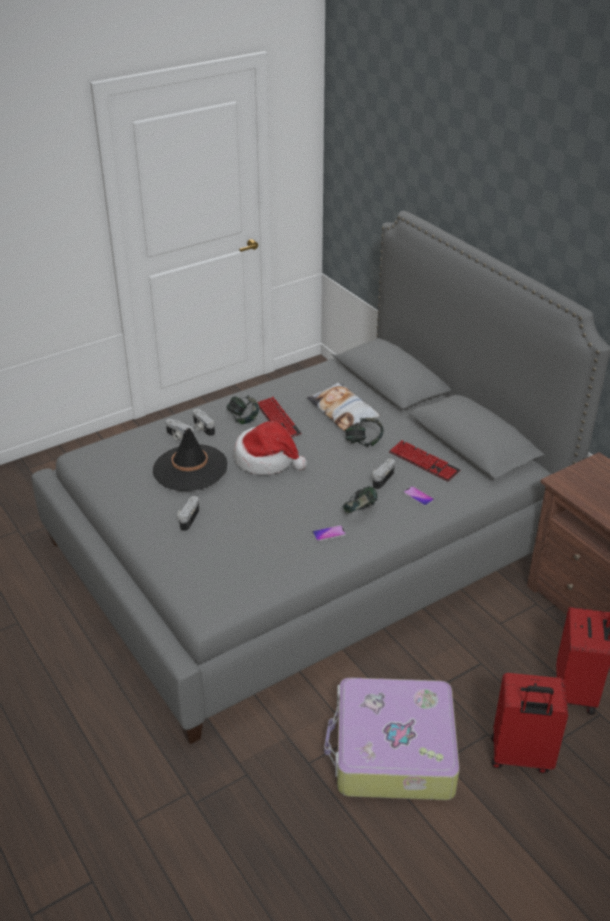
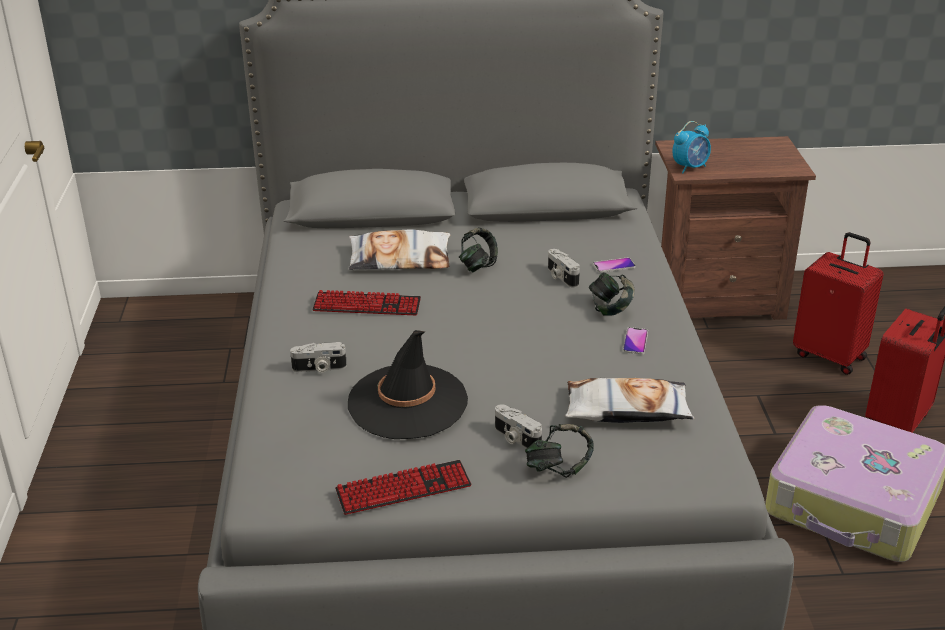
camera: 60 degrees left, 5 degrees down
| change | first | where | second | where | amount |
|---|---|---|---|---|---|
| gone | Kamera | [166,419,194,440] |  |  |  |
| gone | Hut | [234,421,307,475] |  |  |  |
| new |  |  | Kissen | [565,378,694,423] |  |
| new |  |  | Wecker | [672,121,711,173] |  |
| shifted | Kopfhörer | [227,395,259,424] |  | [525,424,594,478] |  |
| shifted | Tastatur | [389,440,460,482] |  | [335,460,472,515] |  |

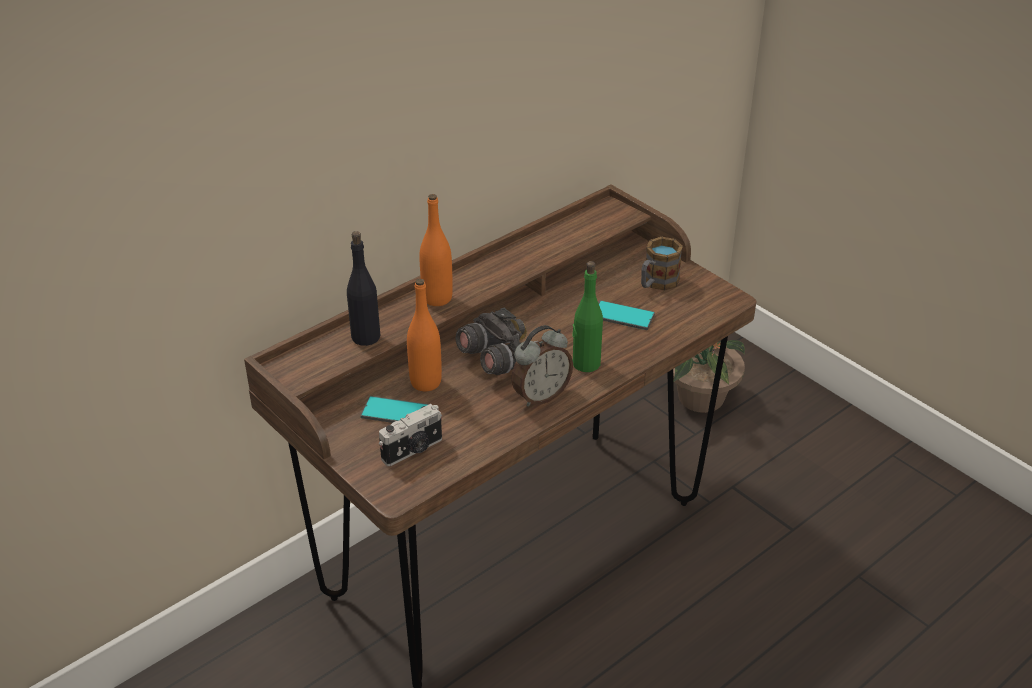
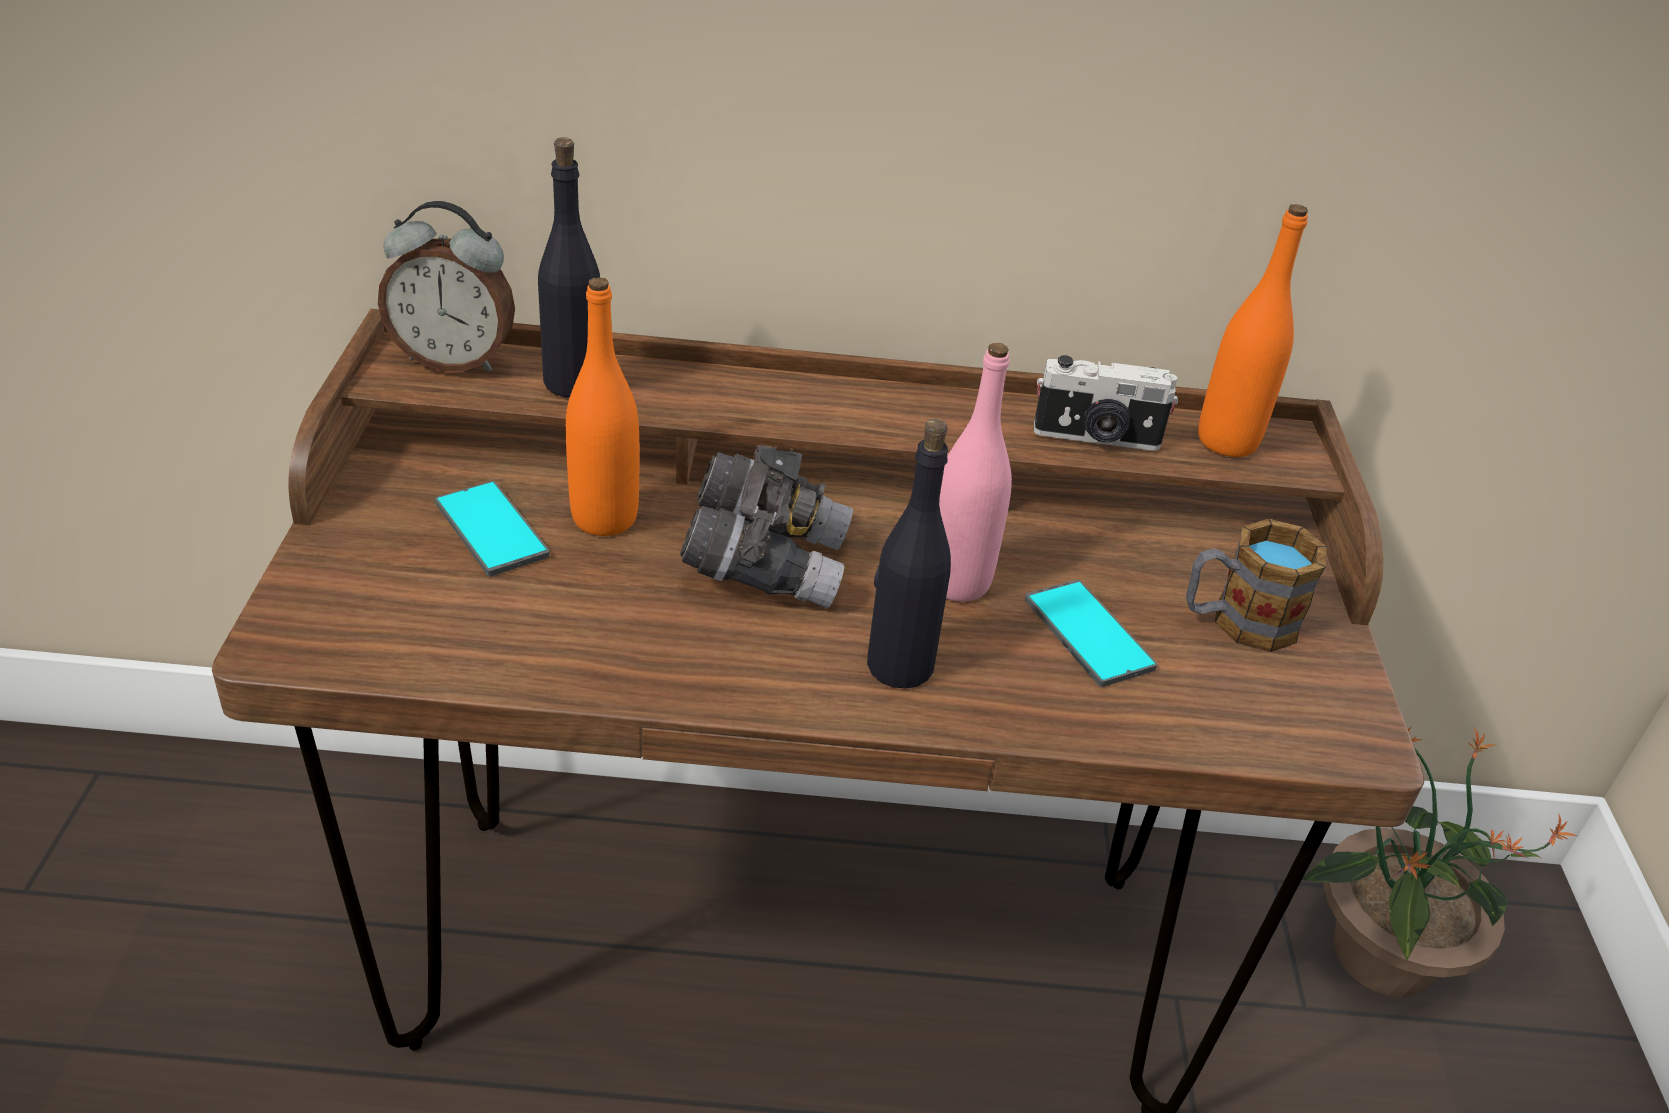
camera: 40 degrees right, 0 degrees up
| change | first | where | second | where | amount |
|---|---|---|---|---|---|
| new |  |  | Flasche (rosa) | [939,343,1012,602] |  |
| shifted | Kamera | [379,404,442,466] |  | [1034,355,1178,451] |  |
| shifted | Flasche (orange) | [419,194,453,306] |  | [1198,204,1308,457] |  |
| shifted | Wecker | [511,325,573,407] |  | [378,201,515,372] |  |
| repainted | Flasche (grün) | [572,261,603,372] | Flasche (schwarz) | [867,418,951,688] |  |

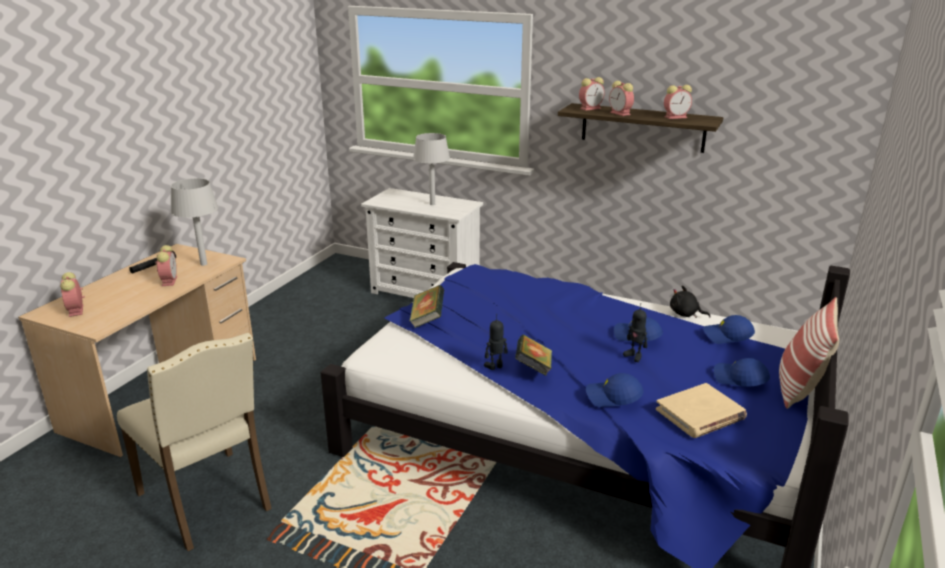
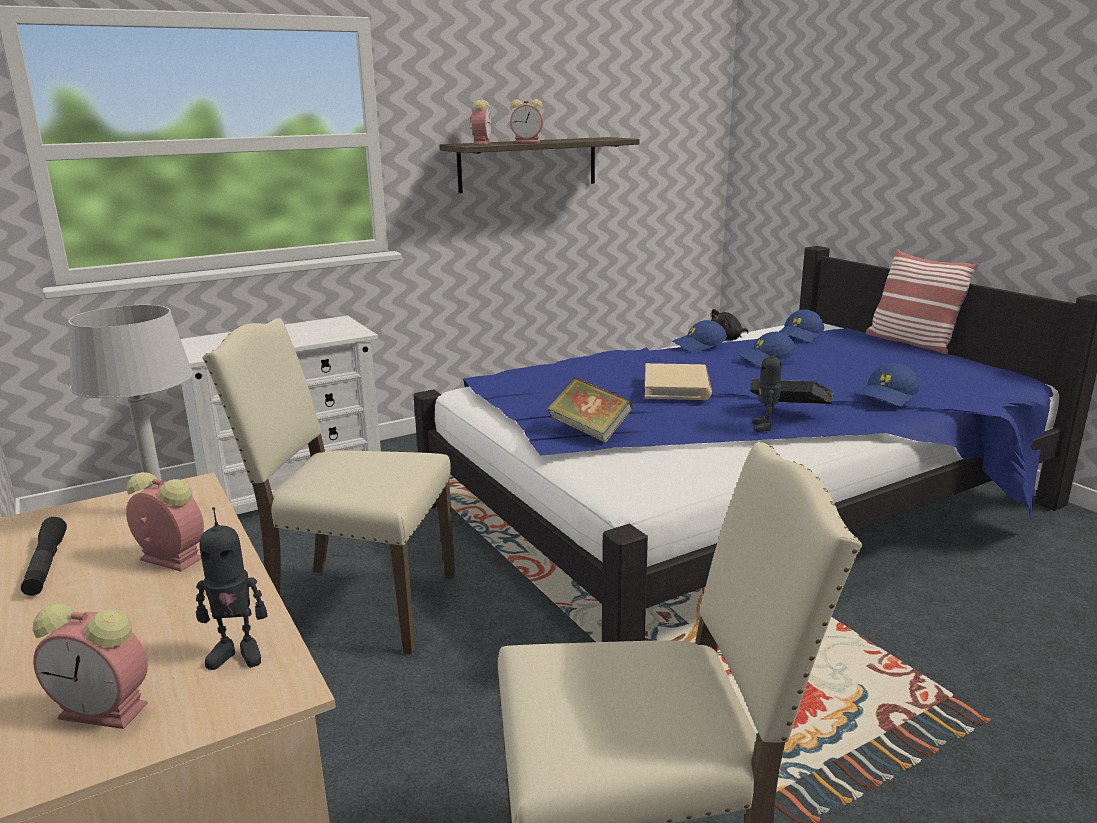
camera: 55 degrees left, 5 degrees down
| change | first | where | second | where | amount |
|---|---|---|---|---|---|
| gone | Tischlampe (grau) | [413,133,450,205] |  |  |  |
| gone | Wecker | [664,85,692,119] |  |  |  |
| new |  |  | Stuhl (beige) | [202,318,455,654] |  |
| shifted | Spielzeugroboter | [623,303,647,362] |  | [196,507,268,670] |  |
| shifted | Buch (beige) | [656,383,747,438] |  | [645,363,712,400] |  |
| shifted | Kappe (blau) | [714,358,770,387] |  | [673,320,727,353] |  |

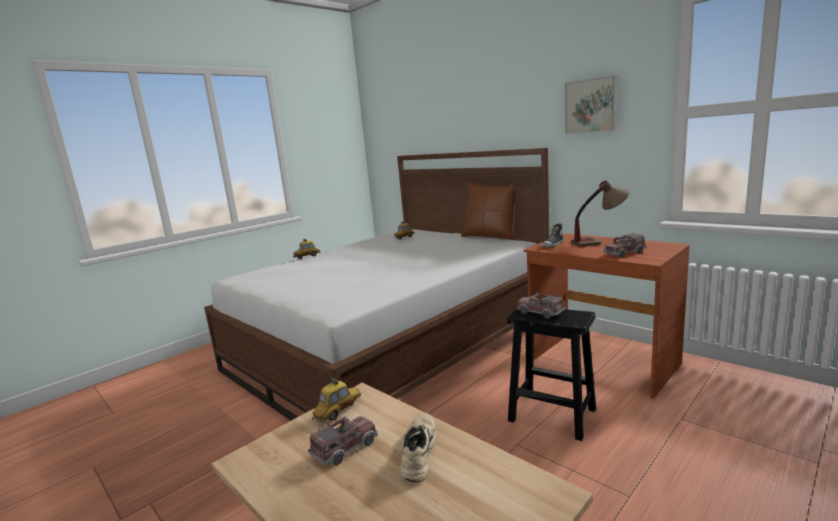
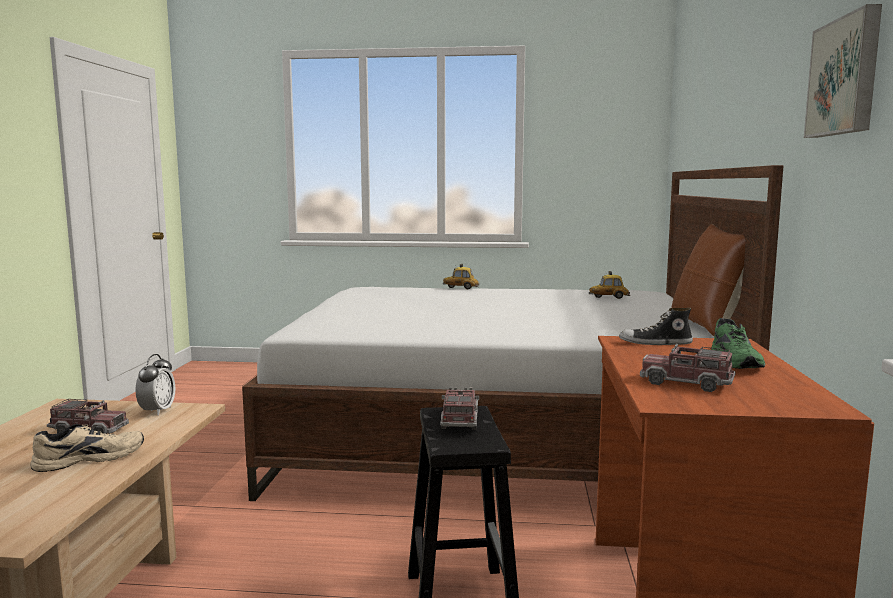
camera: 50 degrees right, 5 degrees down
| change | first | where | second | where | amount |
|---|---|---|---|---|---|
| swapped | Spielzeugauto | [312,376,361,422] | Wecker | [135,354,175,416] |  |
| swapped | Tischlampe | [571,180,629,247] | Schuh (grün) | [711,318,765,369] |  |

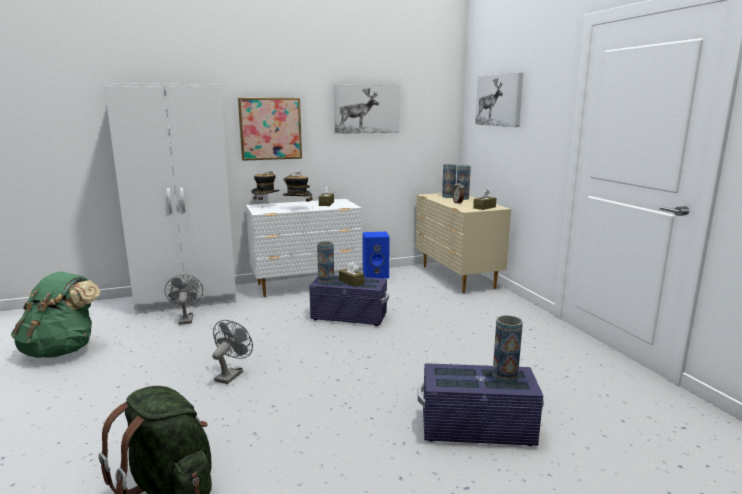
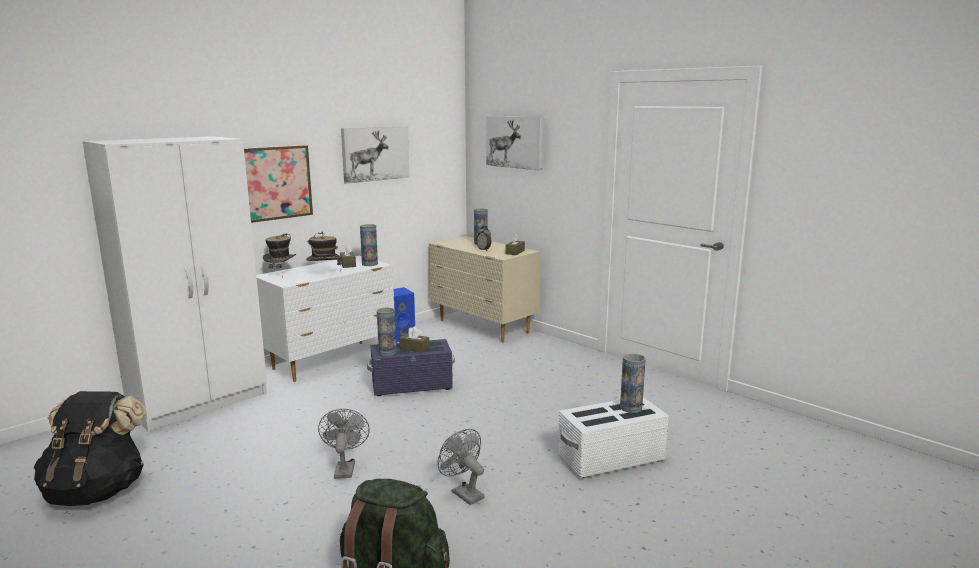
camera: 25 degrees left, 0 degrees up
| change | first | where | second | where | amount |
|---|---|---|---|---|---|
| shifted | Ventilator (grau) | [165,275,203,325] |  | [438,429,484,505] |  |
| shifted | Vase | [442,164,457,198] |  | [360,224,378,266] |  |
| repainted | Rucksack (grün) | [11,271,100,358] | Rucksack (schwarz) | [34,391,147,506] |  |
| repainted | Aufbewahrungsbox (lila) | [418,363,544,446] | Aufbewahrungsbox (weiß) | [558,397,669,478] |  |

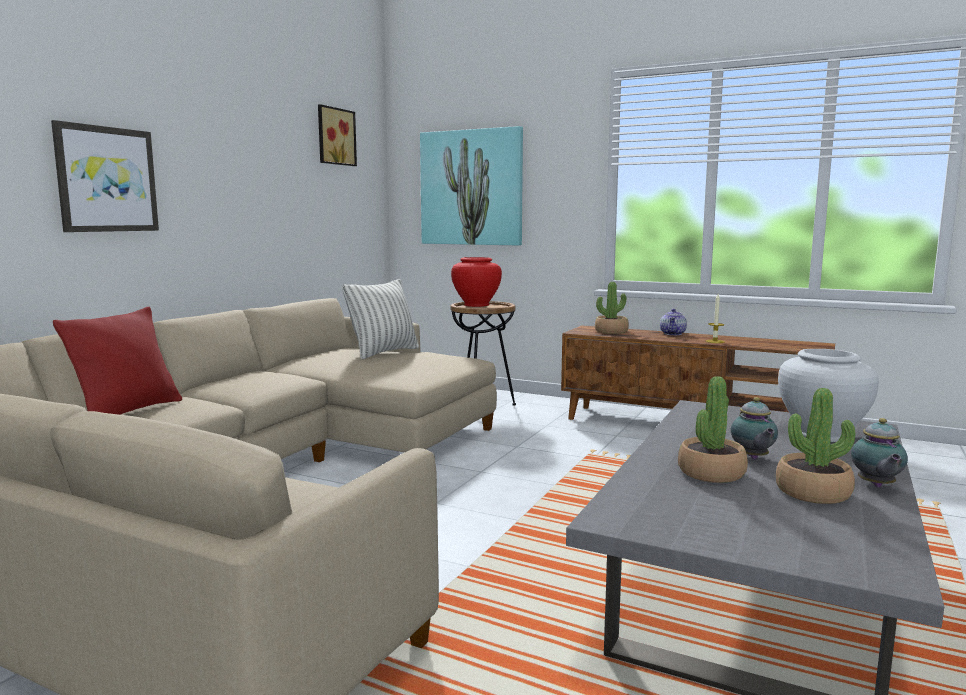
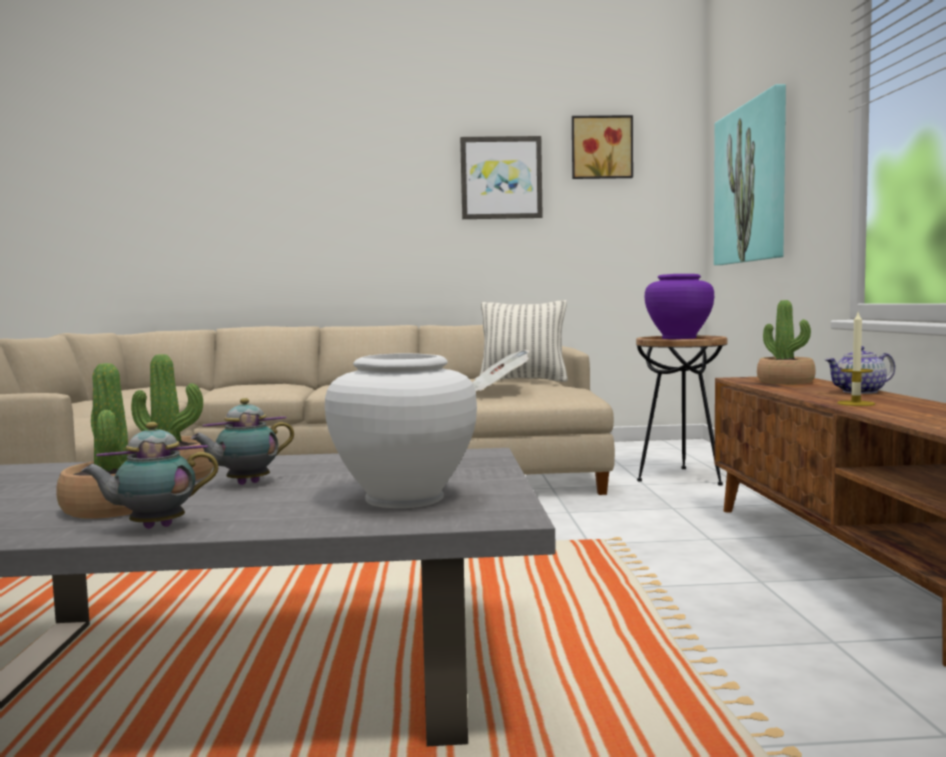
camera: 60 degrees right, 5 degrees down
| change | first | where | second | where | amount |
|---|---|---|---|---|---|
| gone | Kissen (rot) | [53,307,182,415] |  |  |  |
| new |  |  | Zeitung | [472,350,530,391] |  |
| shifted | Bild | [51,120,159,232] |  | [460,136,543,219] |  |
| repainted | Vase (rot) | [451,257,502,307] | Vase (lila) | [645,274,714,339] |  |

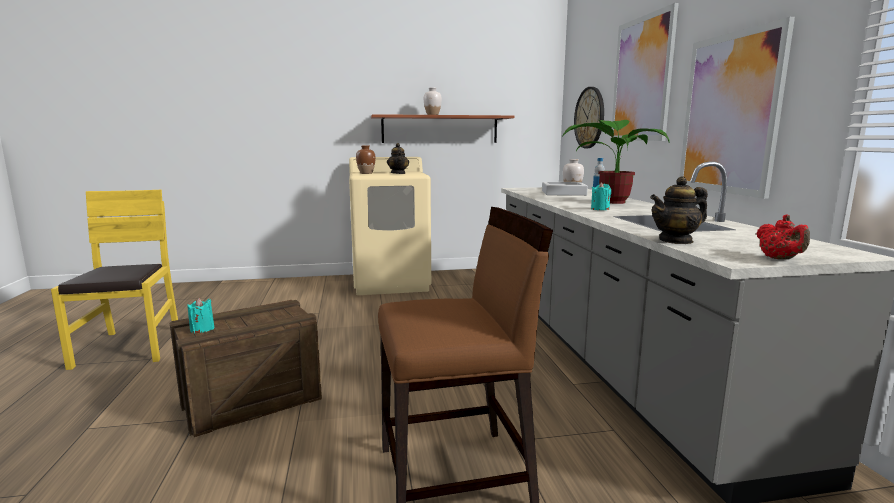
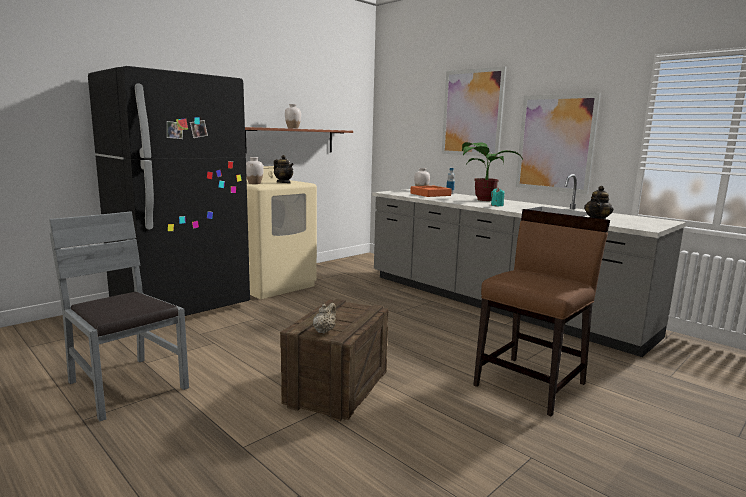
camera: 35 degrees left, 0 degrees up
| change | first | where | second | where | amount |
|---|---|---|---|---|---|
| gone | Wanduhr | [574,87,604,148] |  |  |  |
| gone | Teekanne (rot) | [757,215,810,260] |  |  |  |
| new |  |  | Kühlschrank (schwarz) | [88,66,250,316] |  |
| swapped | Kerze (türkis) | [187,298,214,333] | Teekanne (beige) | [313,303,336,334] |  |
| repainted | Stuhl (gelb) | [51,190,178,370] | Stuhl (grau) | [49,211,189,421] |  |
| repainted | Vase (braun) | [356,146,375,174] | Vase (weiß) | [246,157,264,184] |  |
| repainted | Tablett (grau) | [542,182,588,196] | Tablett (orange) | [410,186,452,197] |  |

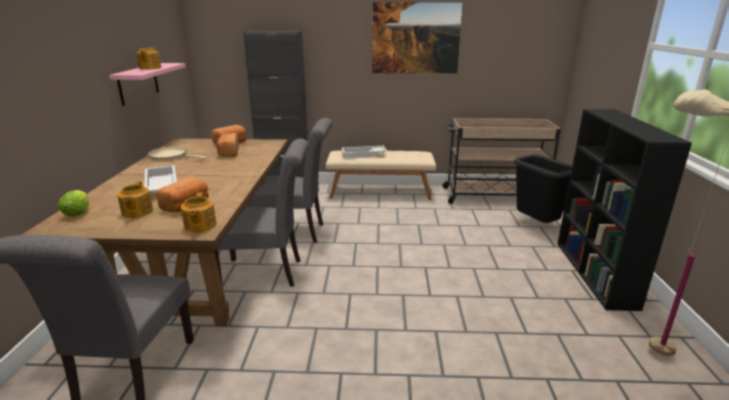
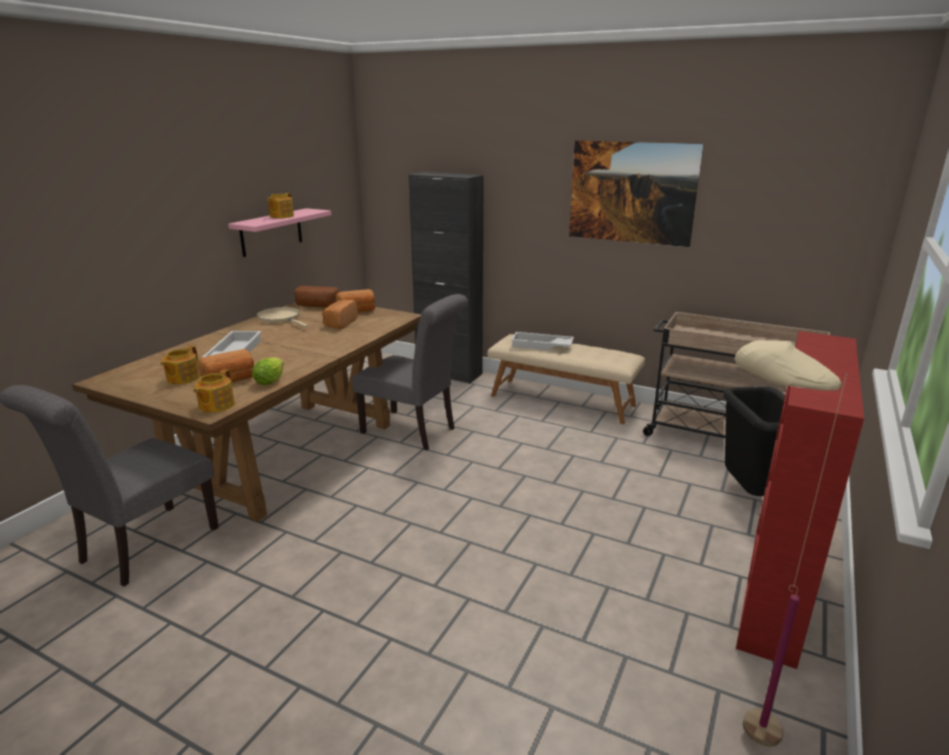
camera: 25 degrees right, 0 degrees up
| change | first | where | second | where | amount |
|---|---|---|---|---|---|
| gone | Stuhl (grau) | [215,139,309,287] |  |  |  |
| new |  |  | Brot | [294,286,340,307] |  |
| shifted | Salatkopf | [58,190,89,217] |  | [252,357,284,385] |  |
| repainted | Bücherregal (schwarz) | [557,109,692,311] | Bücherregal (rot) | [736,331,864,669] |  |

